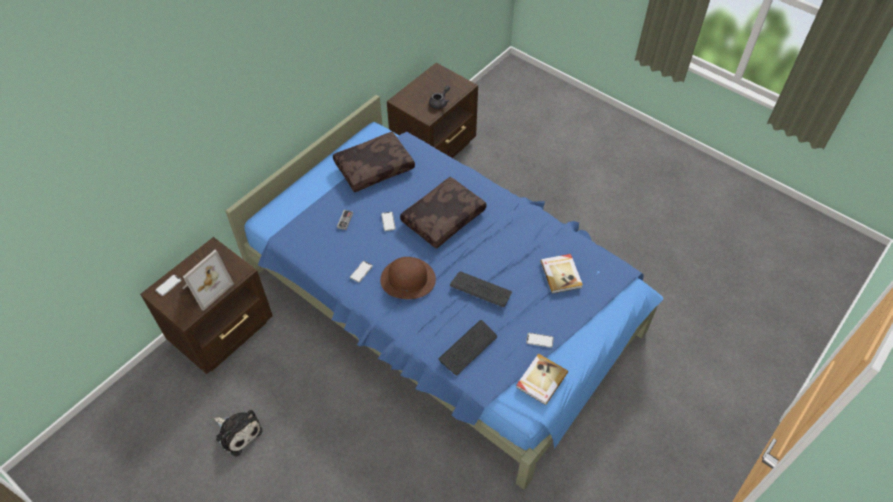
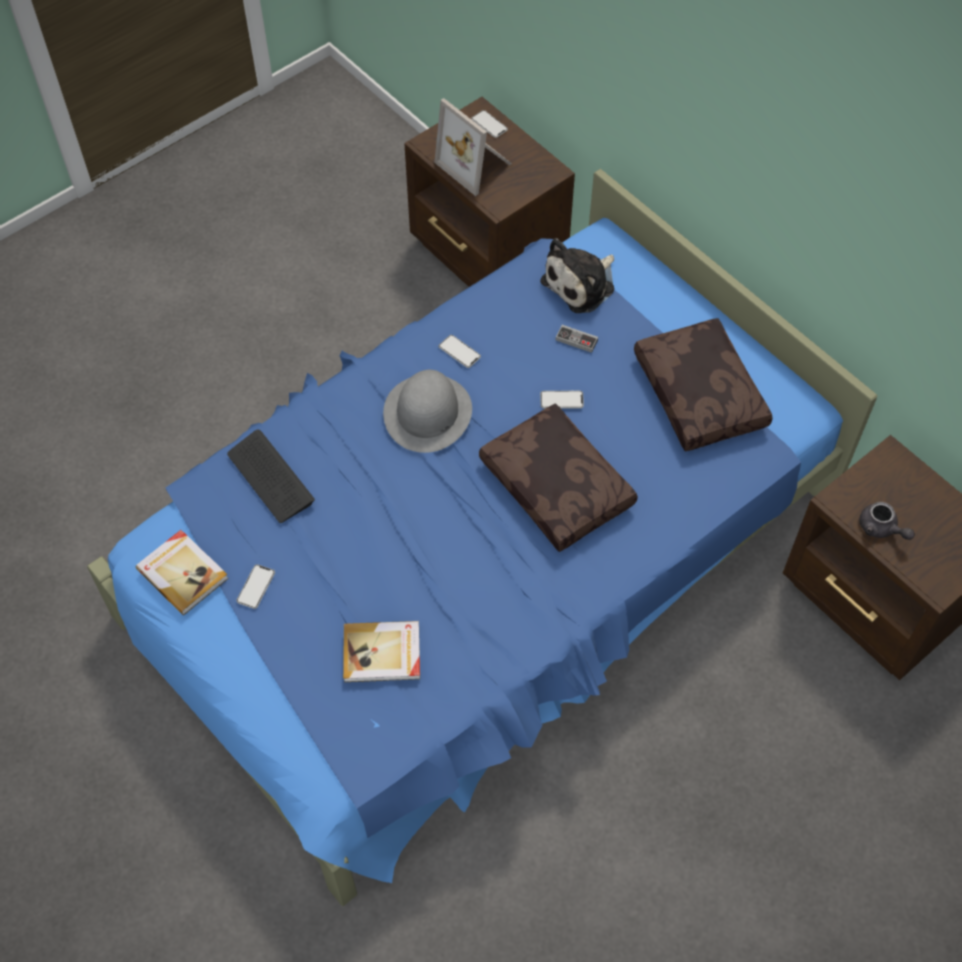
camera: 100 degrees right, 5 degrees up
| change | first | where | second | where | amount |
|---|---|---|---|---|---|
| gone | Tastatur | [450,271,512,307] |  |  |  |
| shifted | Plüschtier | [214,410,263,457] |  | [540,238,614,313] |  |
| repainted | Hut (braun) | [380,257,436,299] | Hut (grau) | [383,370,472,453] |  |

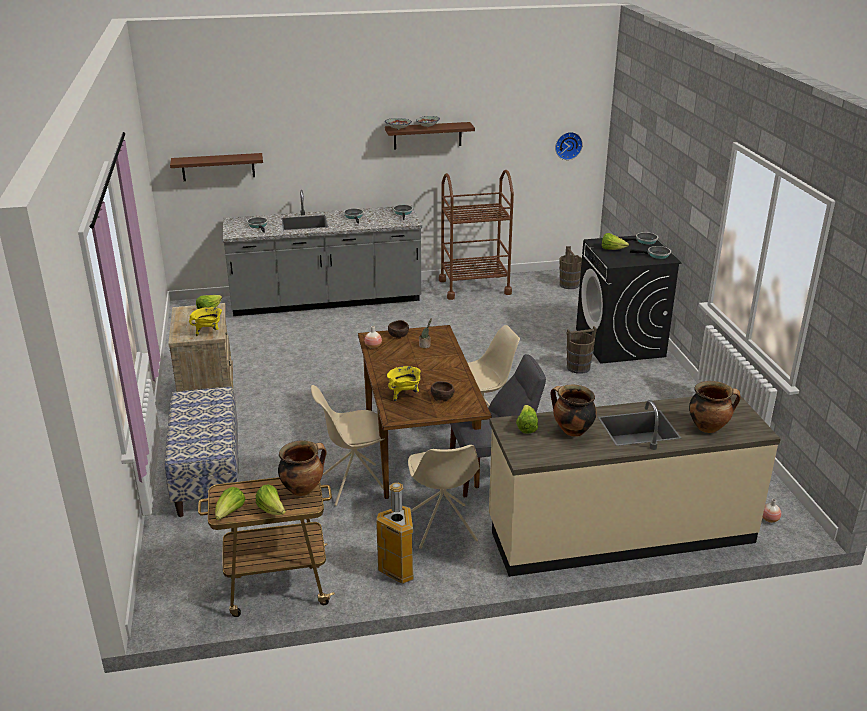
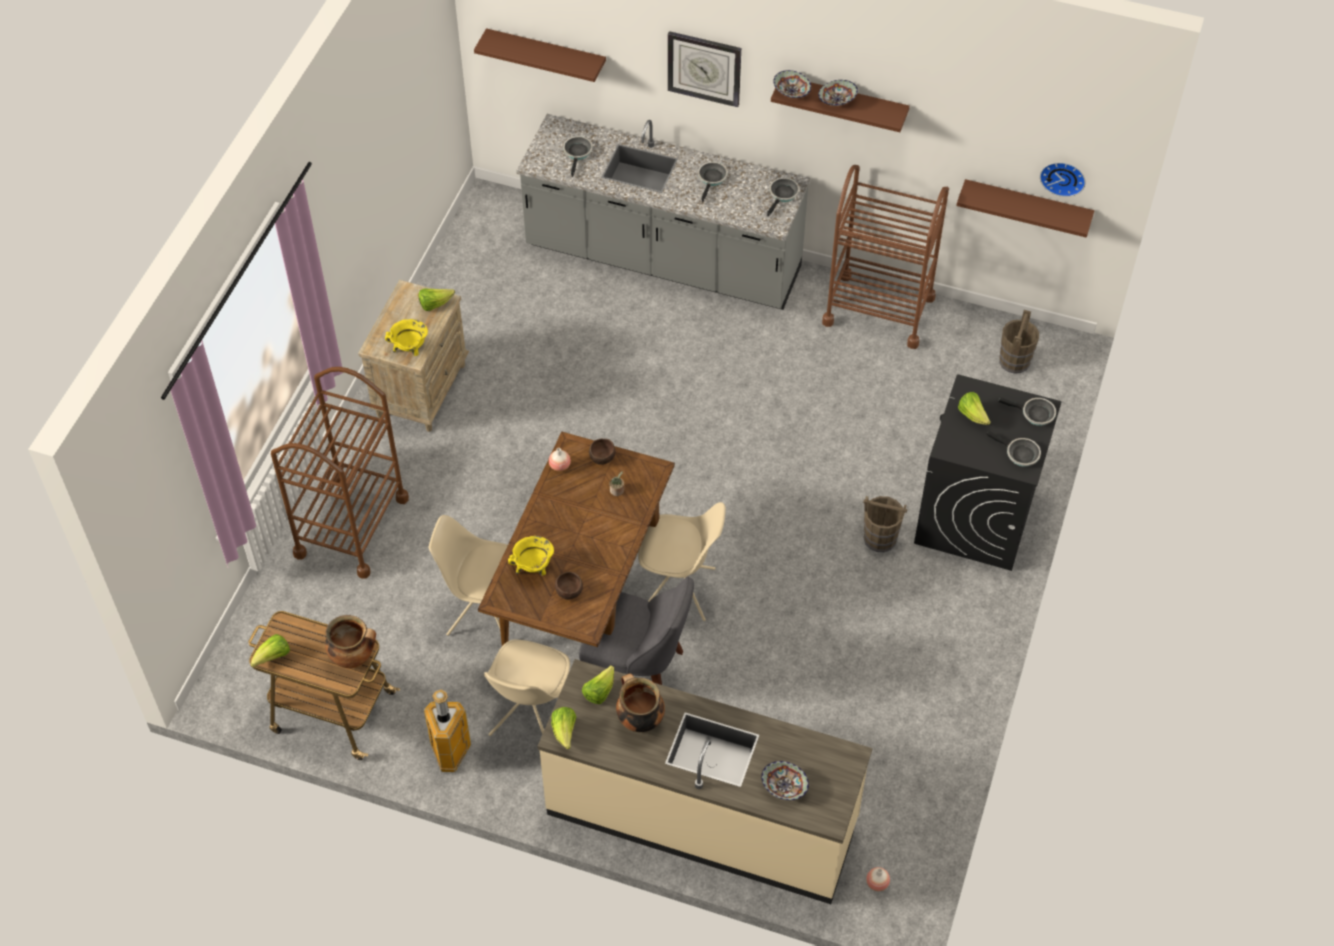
camera: 30 degrees right, 25 degrees up
| change | first | where | second | where | amount |
|---|---|---|---|---|---|
| new |  |  | Wanduhr | [668,31,741,107] |  |
| new |  |  | Wandregal (braun) | [956,179,1094,238] |  |
| shifted | Salatkopf | [256,485,286,515] |  | [551,707,576,749] |  |
| swapped | Bank | [164,387,239,517] | Rollwagen (braun) | [271,367,409,579] |  |
| swapped | Kochtopf | [689,381,741,433] | Schüssel | [761,761,809,800] |  |

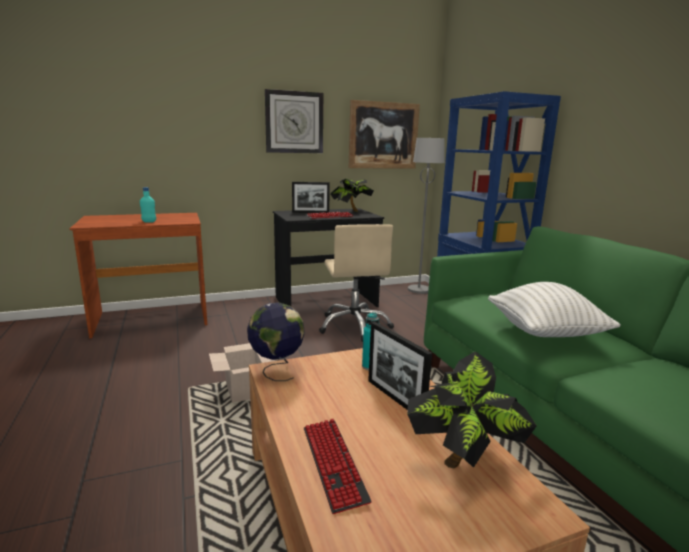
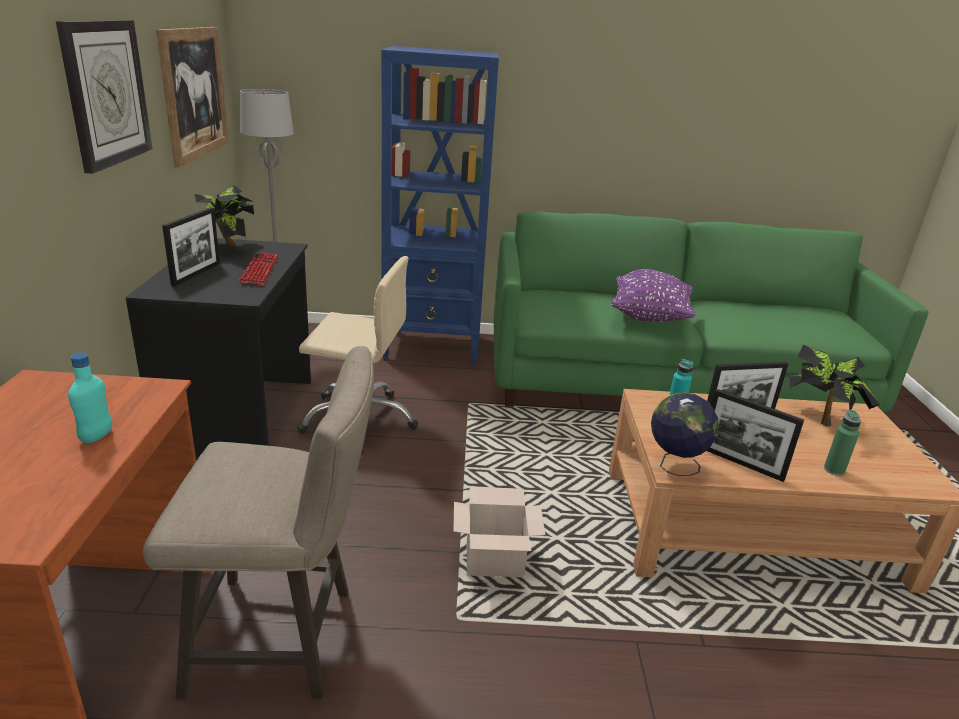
camera: 70 degrees left, 10 degrees up
| change | first | where | second | where | amount |
|---|---|---|---|---|---|
| new |  |  | Hocker (beige) | [143,346,374,699] |  |
| new |  |  | Bilderrahmen | [707,389,804,482] |  |
| swapped | Tastatur | [304,419,372,514] | Flasche (grün) | [824,410,861,476] |  |
| repainted | Kissen (weiß) | [488,282,621,337] | Kissen (lila) | [611,269,695,322] |  |

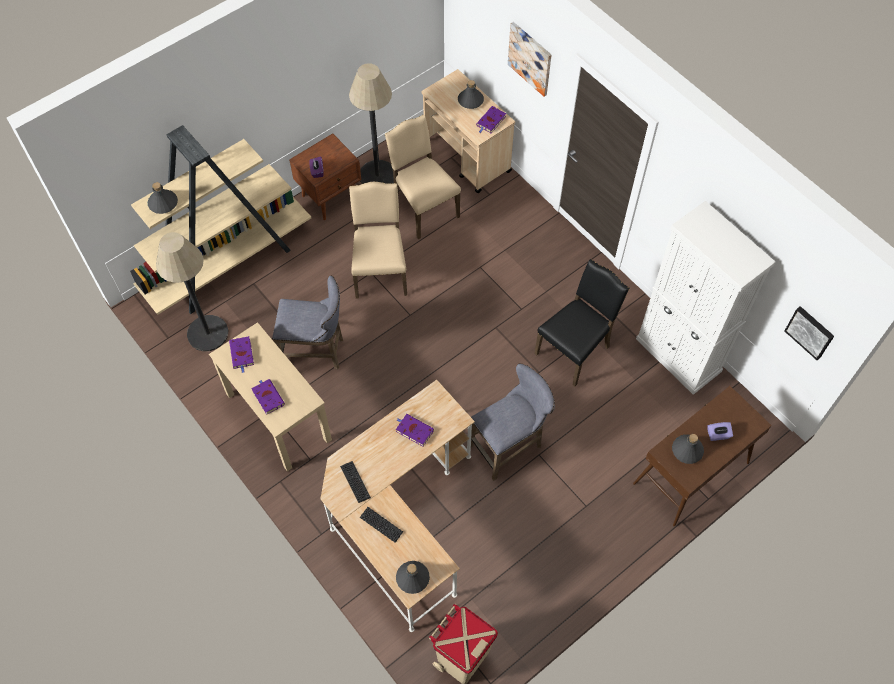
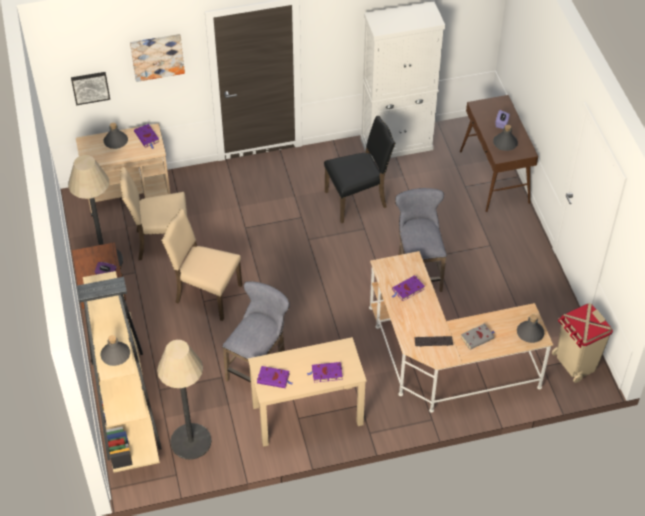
camera: 65 degrees left, 10 degrees down
| change | first | where | second | where | amount |
|---|---|---|---|---|---|
| shifted | Bild | [785,306,834,360] |  | [71,72,110,105] |  |
| swapped | Tastatur | [360,507,403,543] | Buch (grau) | [461,323,495,350] |  |
| rotated | Stuhl (schwarz) | [534,259,629,387] |  | [324,116,396,223] | 90 degrees clockwise |

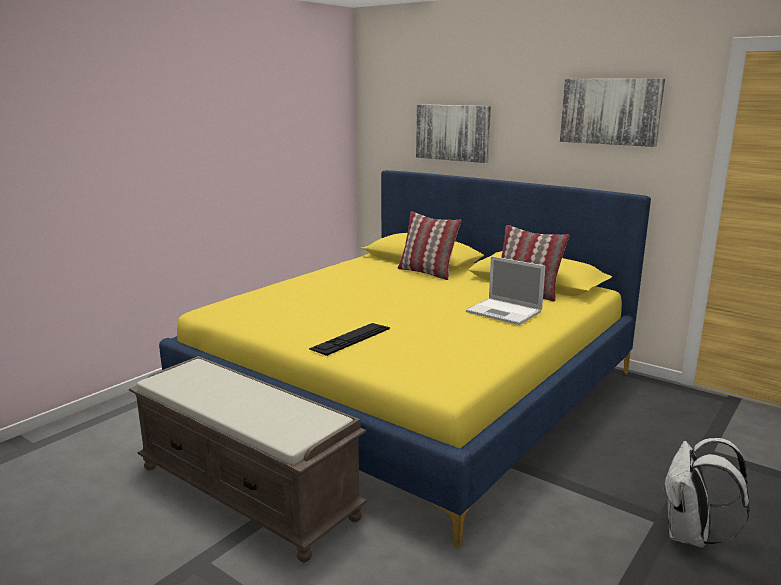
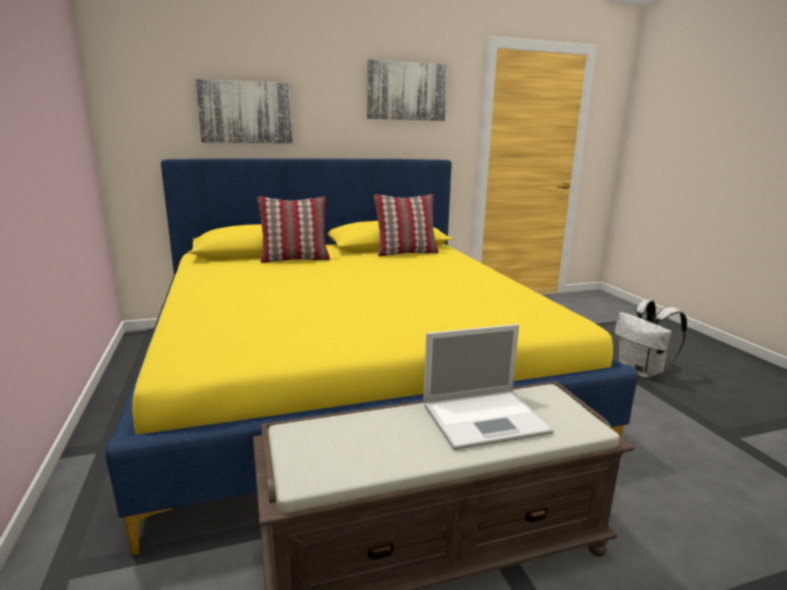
camera: 55 degrees left, 0 degrees up
| change | first | where | second | where | amount |
|---|---|---|---|---|---|
| gone | Tastatur | [309,323,390,356] |  |  |  |
| shifted | Laptop | [466,256,545,325] |  | [423,324,553,450] |  |

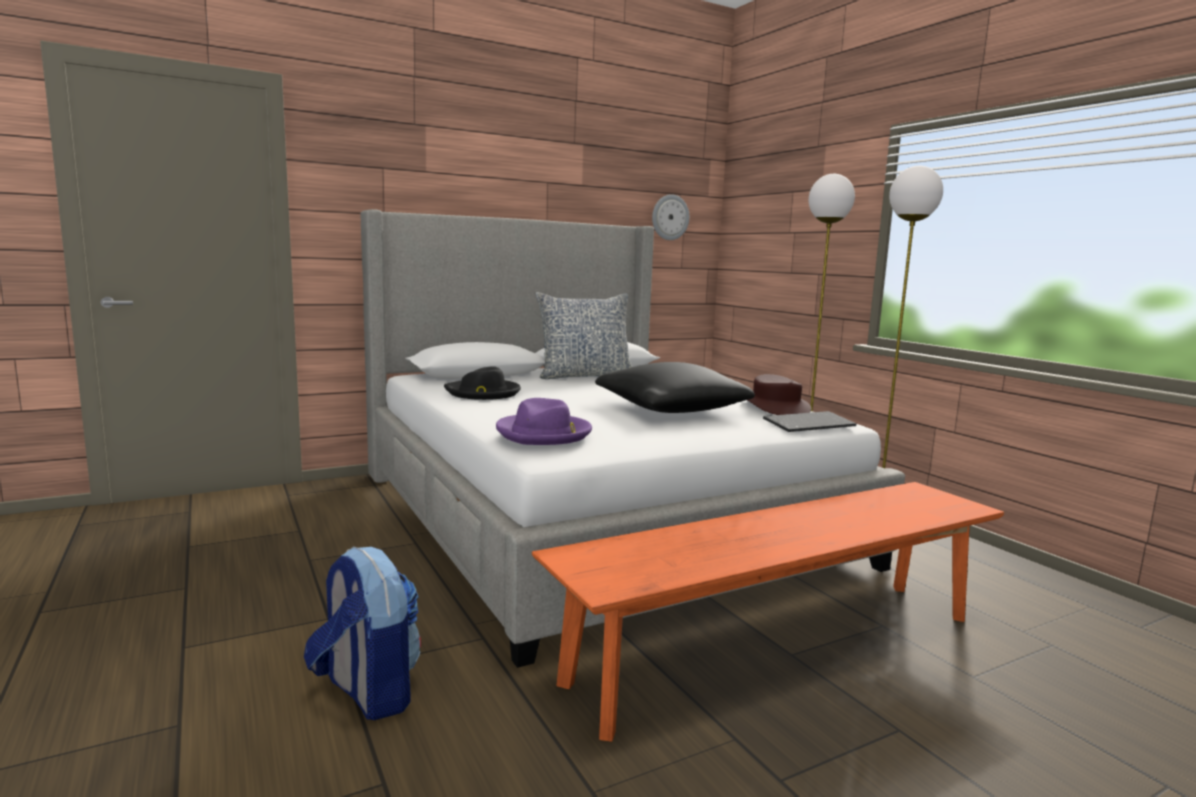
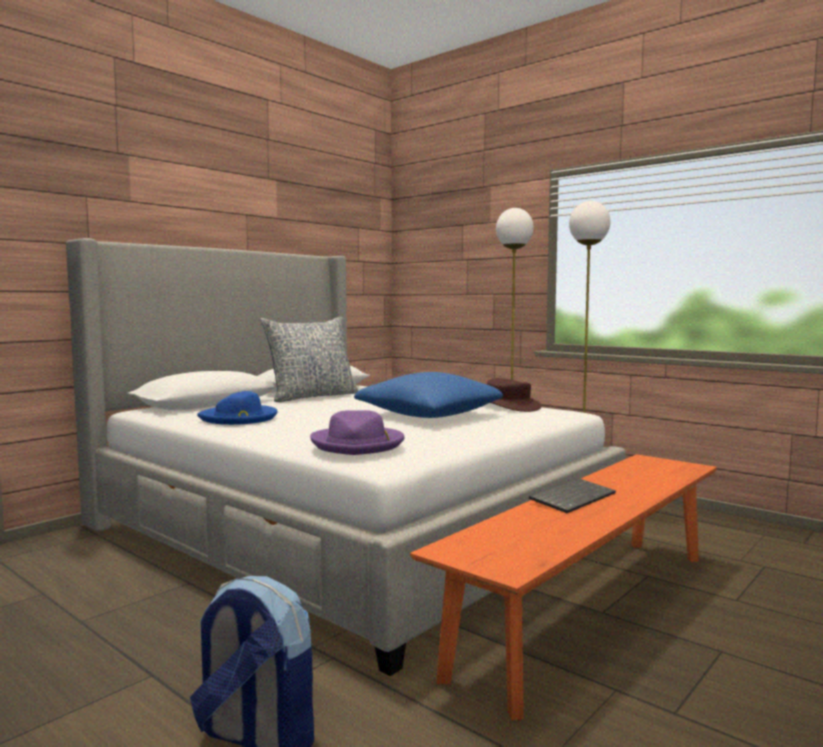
camera: 20 degrees left, 5 degrees down
| change | first | where | second | where | amount |
|---|---|---|---|---|---|
| gone | Wanduhr | [652,194,689,240] |  |  |  |
| shifted | Tastatur | [763,411,857,432] |  | [529,478,616,513] |  |
| repainted | Hut (schwarz) | [444,366,521,400] | Hut (blau) | [197,391,278,425] |  |
| repainted | Kissen (schwarz) | [595,362,755,413] | Kissen (blau) | [354,372,503,418] |  |

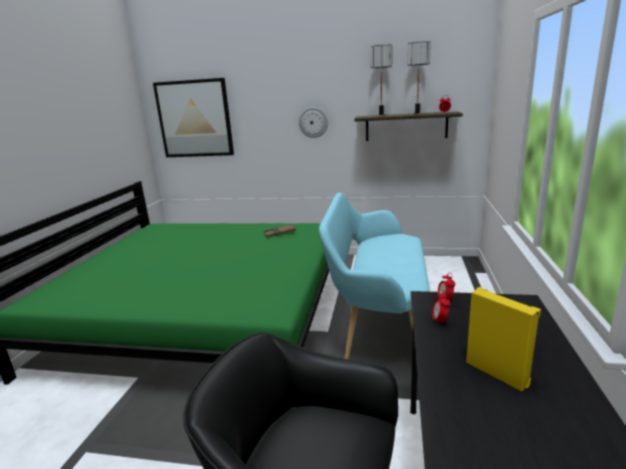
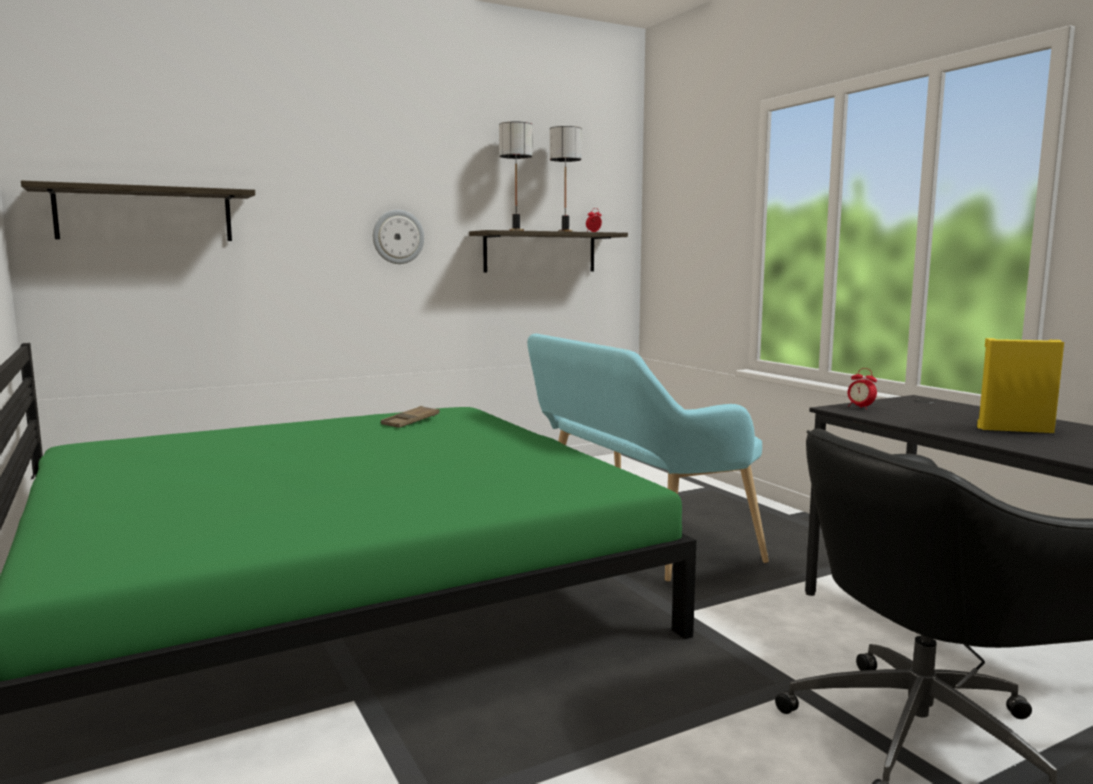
camera: 40 degrees left, 10 degrees down
| change | first | where | second | where | amount |
|---|---|---|---|---|---|
| gone | Wecker | [432,291,451,326] |  |  |  |
| swapped | Bild | [153,78,234,157] | Wandregal | [21,181,255,241] |  |

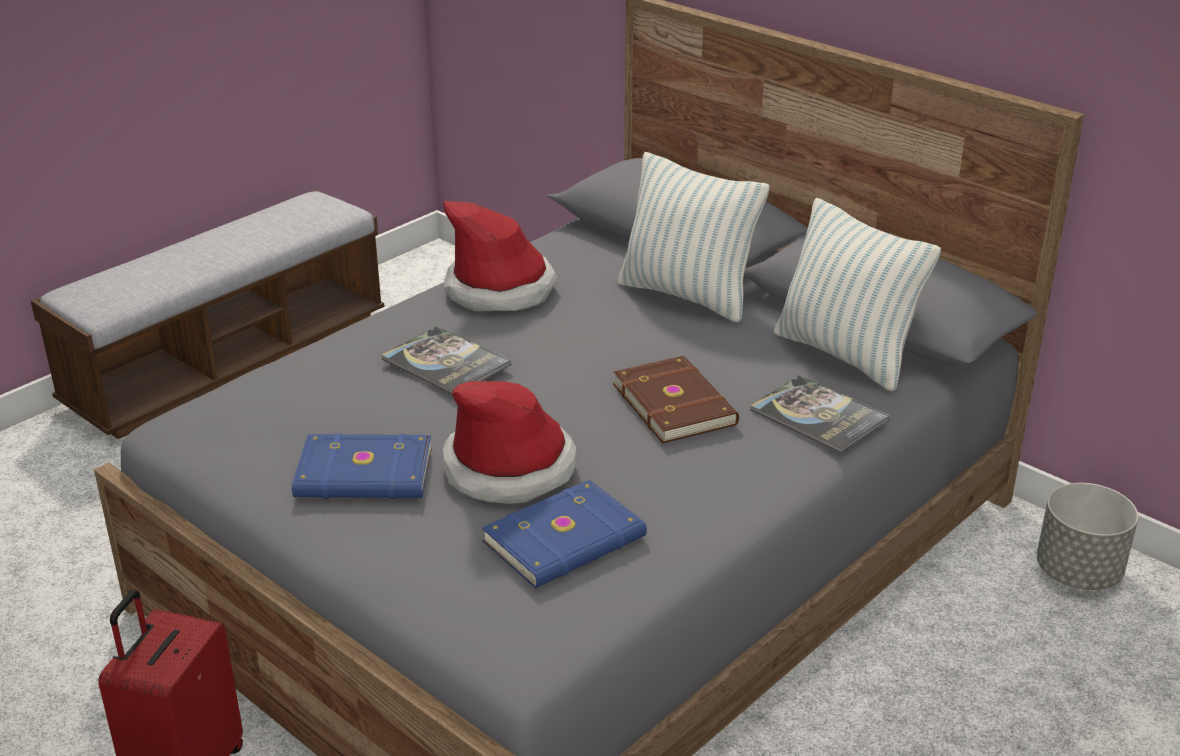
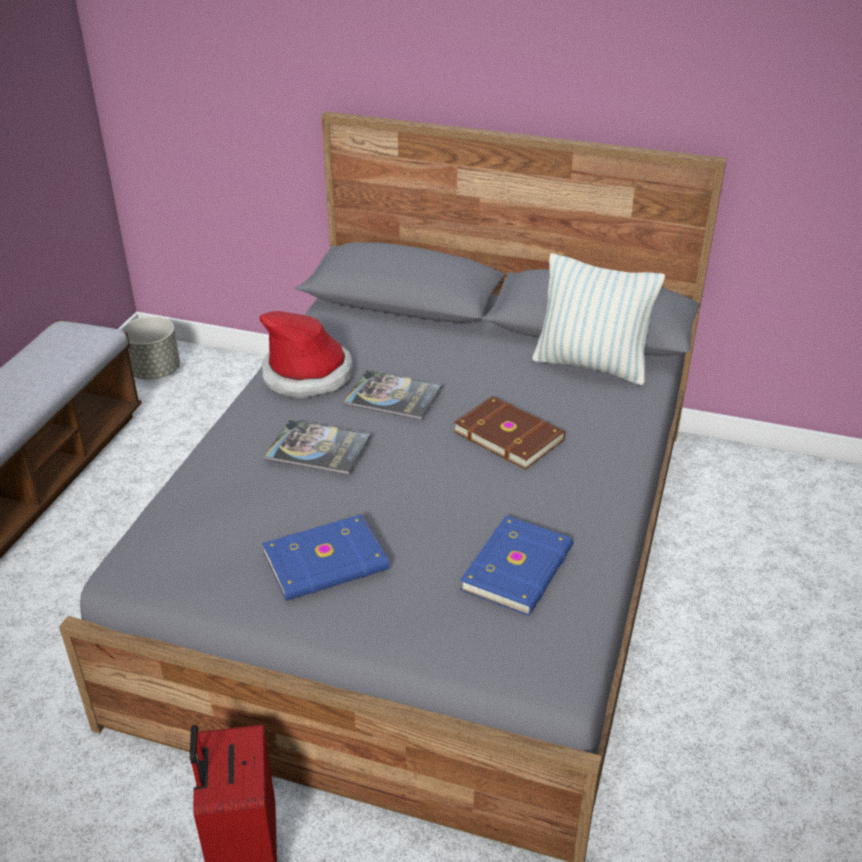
camera: 25 degrees left, 5 degrees up
| change | first | where | second | where | amount |
|---|---|---|---|---|---|
| gone | Hut | [442,381,577,504] |  |  |  |
| gone | Kissen | [618,152,770,322] |  |  |  |
| shifted | Buch | [750,375,890,453] |  | [344,370,442,420] |  |
| shifted | Pflanzkübel (grau) | [1037,483,1138,590] |  | [121,316,180,380] |  |

